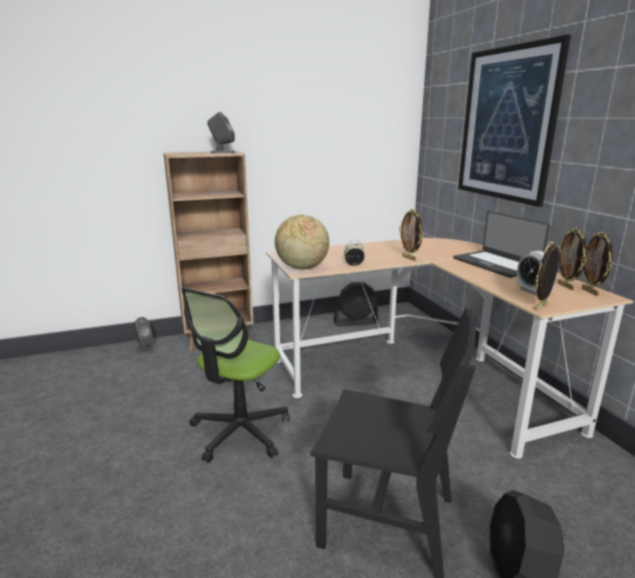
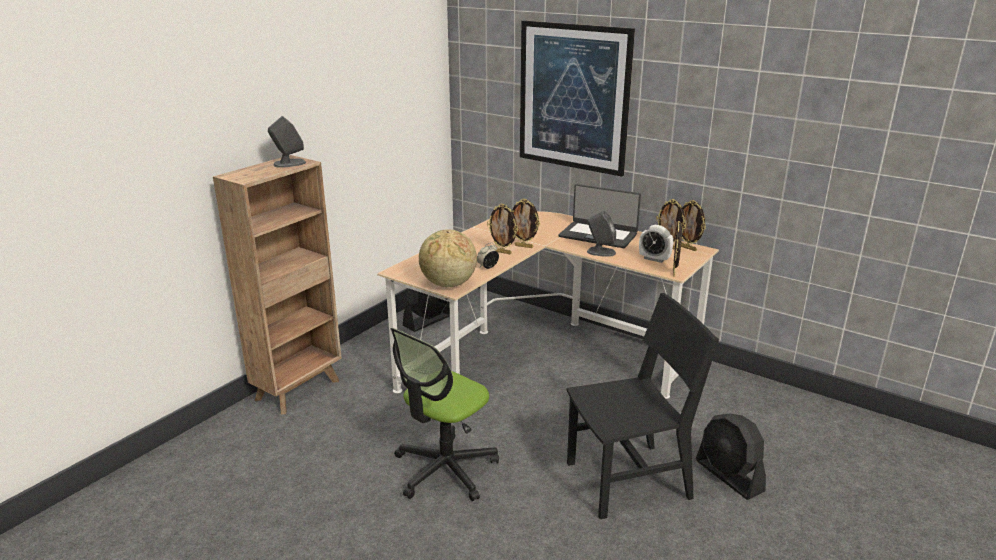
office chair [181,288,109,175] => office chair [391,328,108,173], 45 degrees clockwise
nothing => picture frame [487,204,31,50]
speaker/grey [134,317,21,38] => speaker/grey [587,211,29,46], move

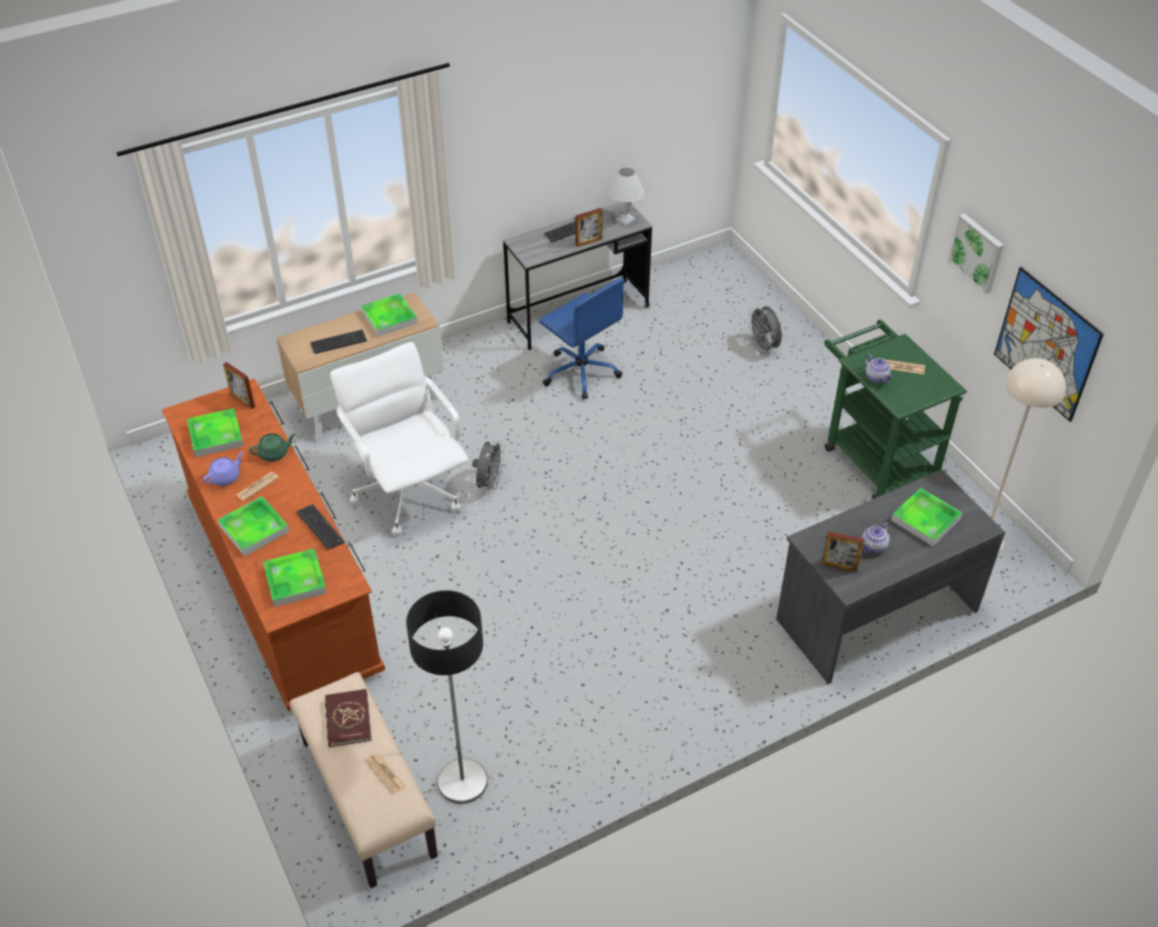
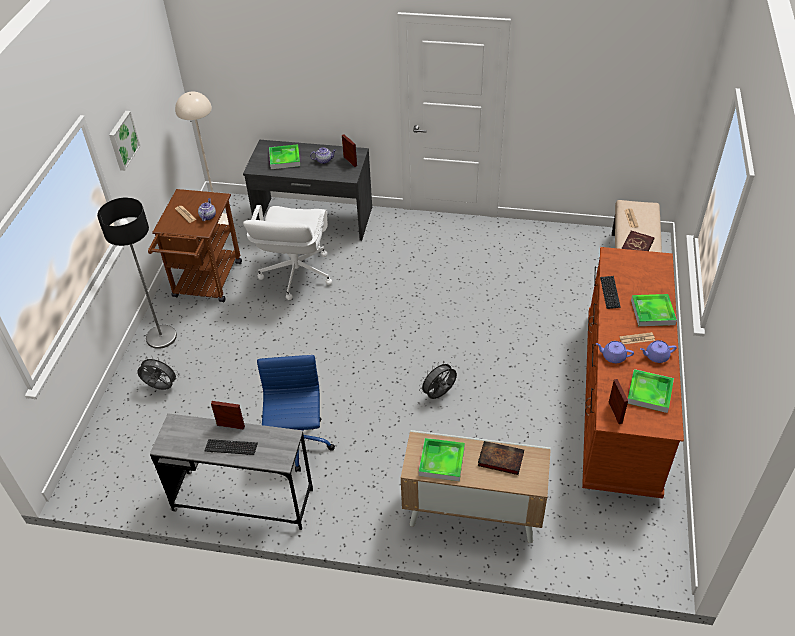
floor lamp [406,590,82,214] => floor lamp [97,198,80,151], move
fan/grey [748,306,34,47] => fan/grey [137,356,42,34], 90 degrees counterclockwise
cart/green [824,319,143,180] => cart/brown [148,189,94,113]
office chair/white [330,342,138,193] => office chair/white [243,205,89,95], move
keyboard [310,329,57,25] => book [478,441,46,34]
teapot/green [249,433,47,29] => teapot/purple [596,341,38,22]
tray [263,548,64,59] => nothing
table lamp/white [609,168,35,58] => nothing
picture [994,267,110,155] => nothing

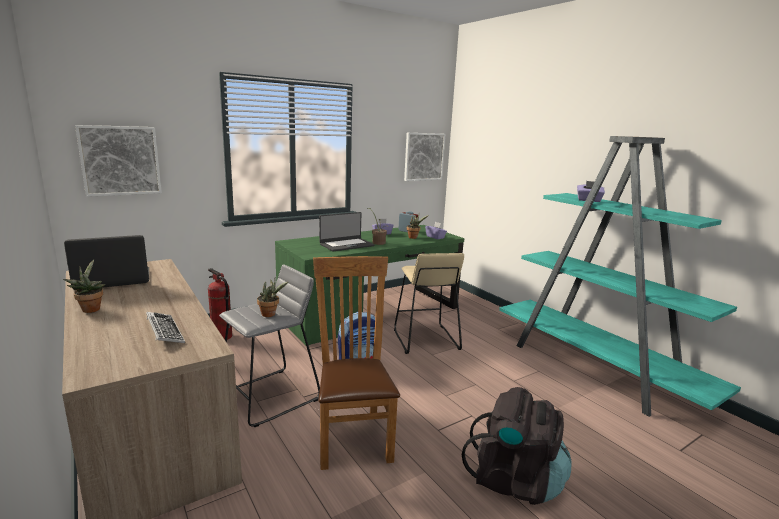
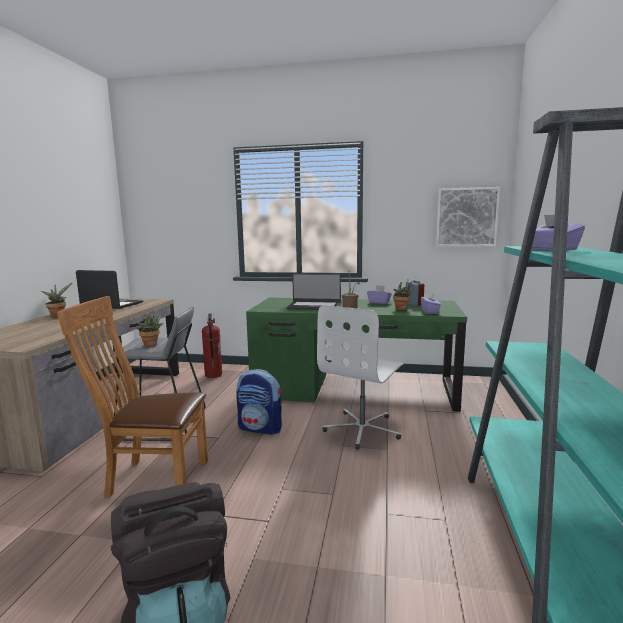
chair/brown [313,256,87,214] => chair/brown [57,296,151,202], 120 degrees counterclockwise
stool/beige [394,253,70,101] => office chair/white [317,305,87,144]
picture [75,125,87,72] => nothing
keyboard [146,312,39,31] => nothing

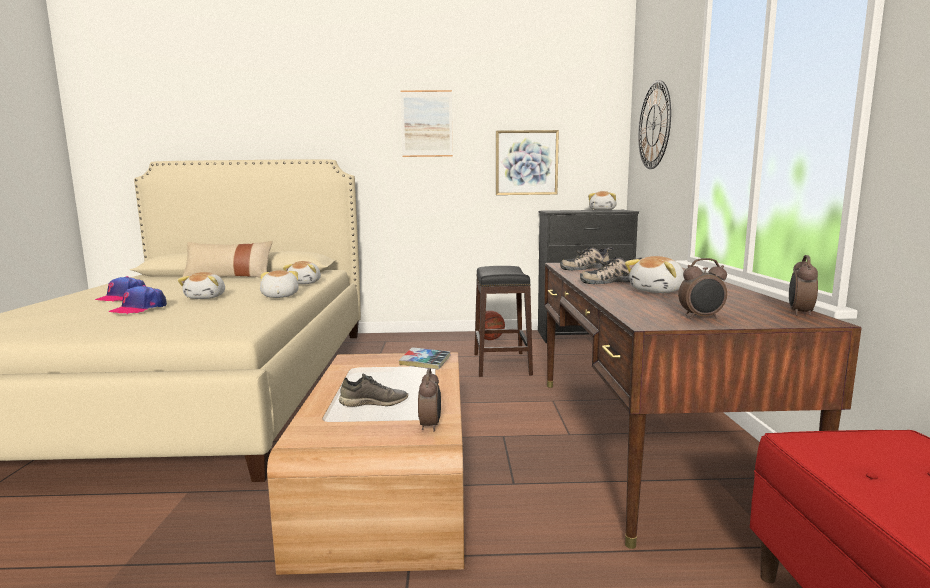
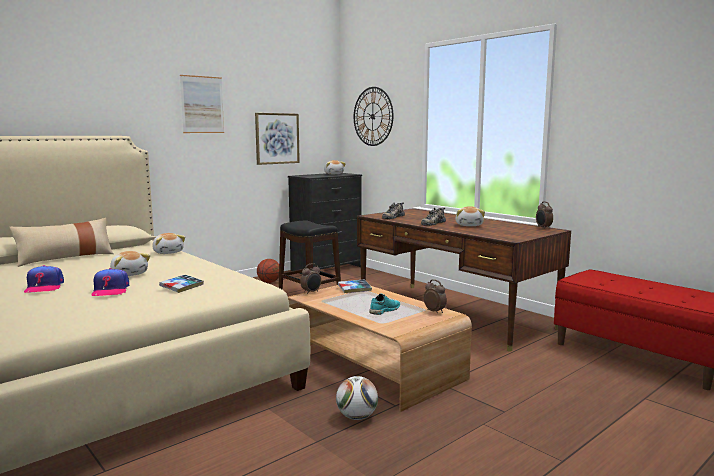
nothing => book [159,275,45,18]
alarm clock [678,258,49,61] => alarm clock [300,263,21,31], move
nothing => football [336,376,42,44]
shoe/grey [339,374,69,33] => shoe/turquoise [369,293,31,22]
plush toy [260,270,39,28] => nothing

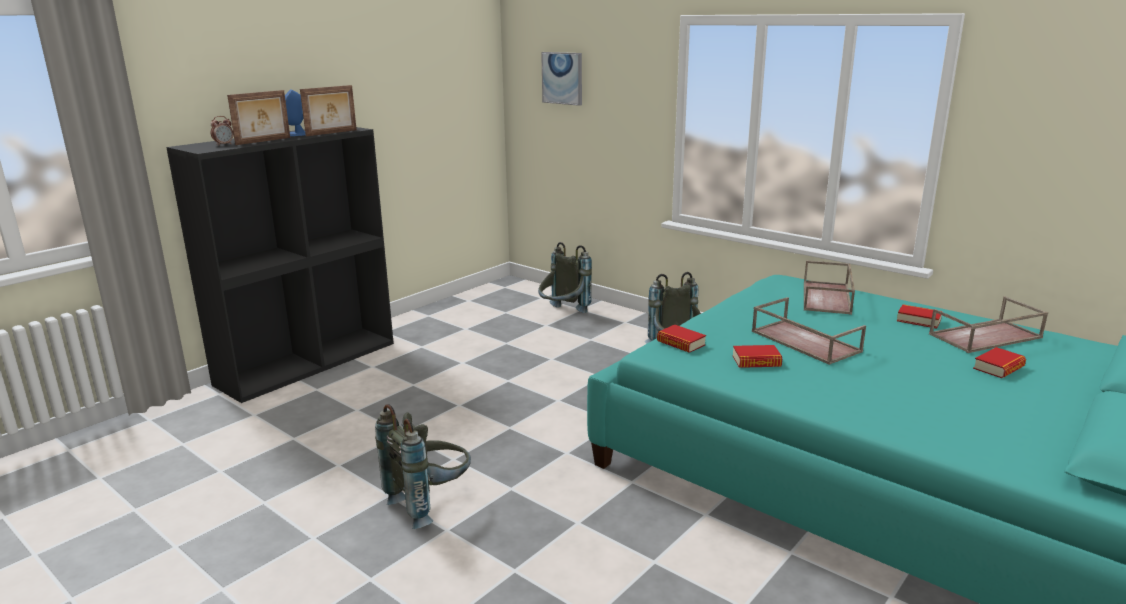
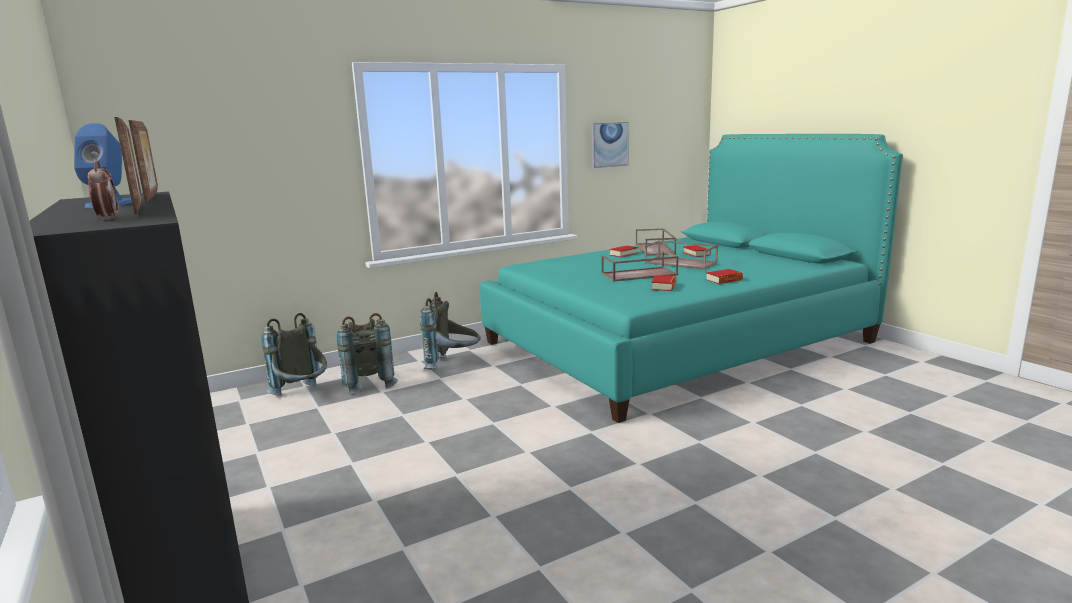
backpack/grey [375,404,96,125] => backpack/grey [337,313,61,82], move
picture [541,52,41,54] => picture [592,122,37,46], move
tray/brown [804,260,51,55] => tray/brown [644,240,74,30], move
book [657,325,49,28] => book [706,269,37,15], move

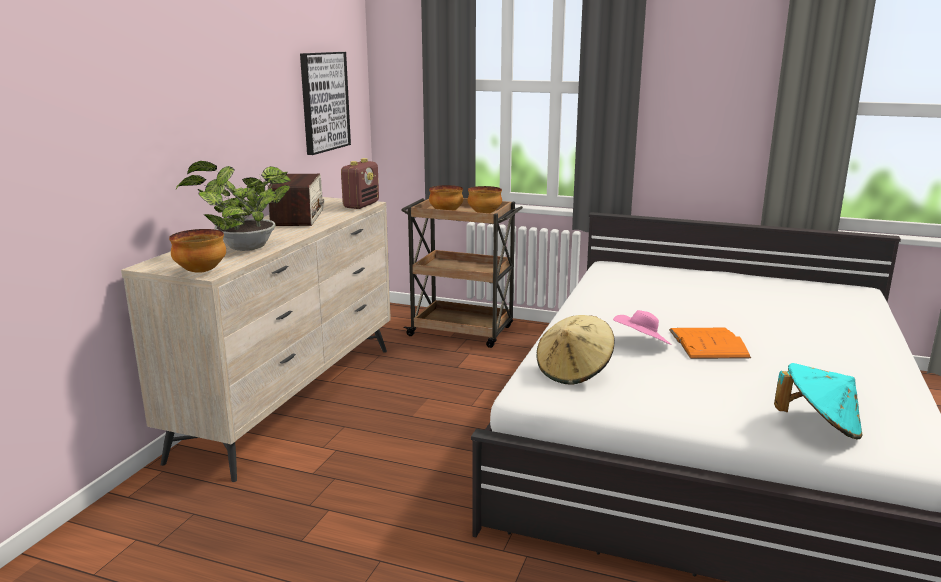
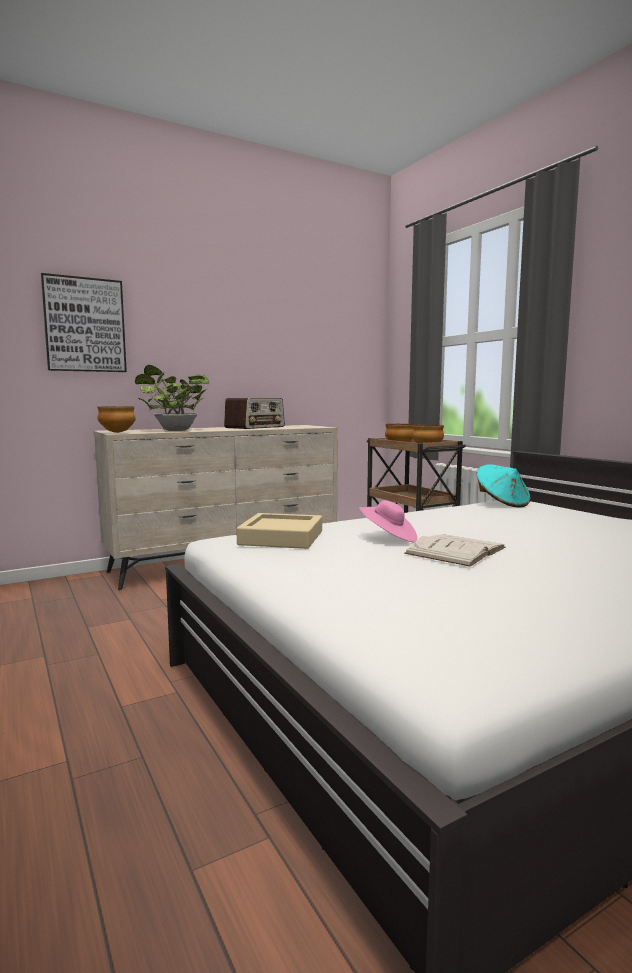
picture [300,52,51,103] => picture [41,273,86,99], move
hat/beige [536,315,79,69] => tray/beige [236,513,86,36]
book/orange [669,328,82,31] => book/white [404,534,101,32]
hat/turquoise [774,363,88,76] => hat/turquoise [477,464,53,44], move
radio [341,158,38,51] => nothing

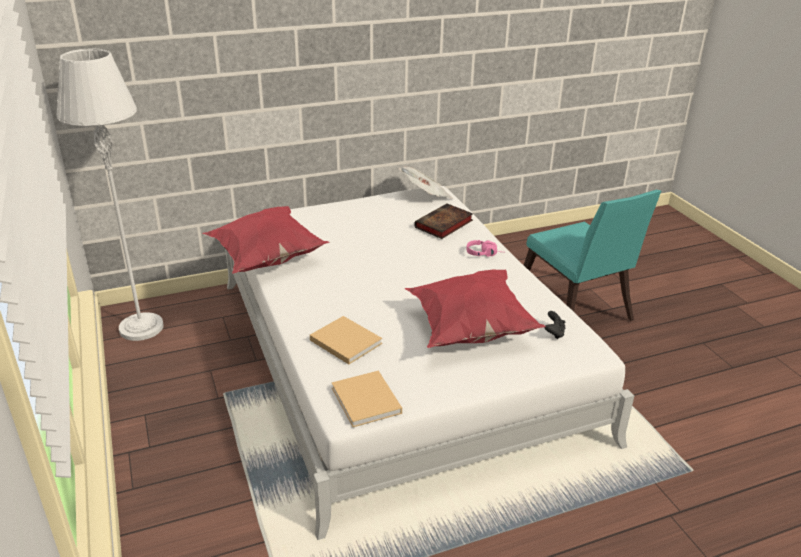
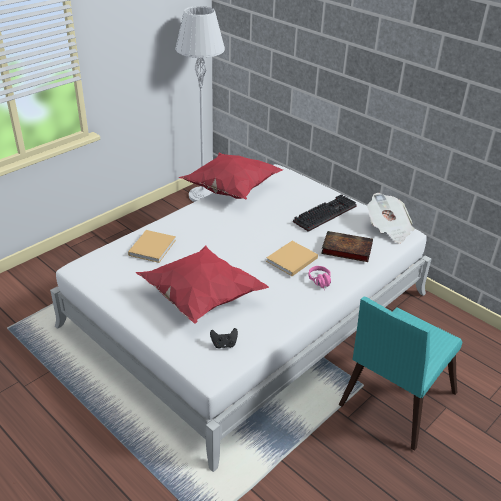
book/beige [332,371,70,56] => book/beige [266,241,52,35], move
nothing => keyboard [293,194,64,38]

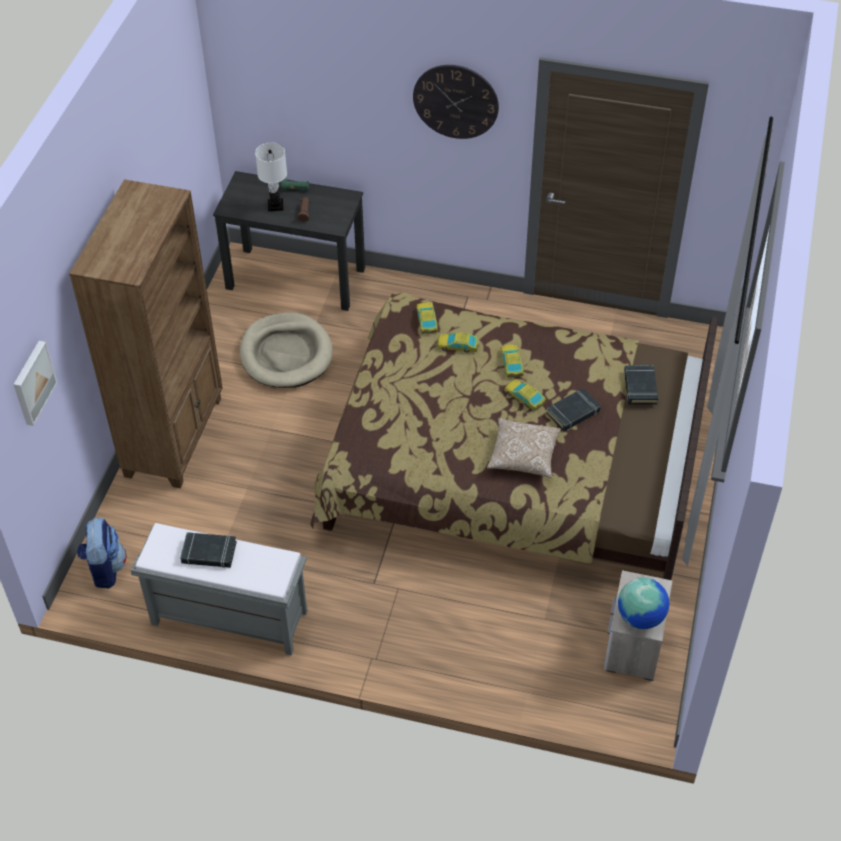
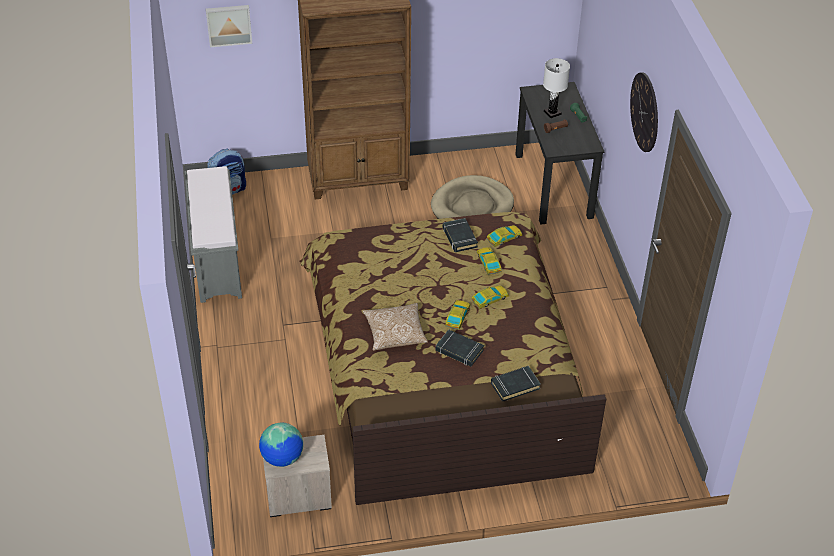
book/black [180,532,57,36] => book/black [443,218,35,34], move

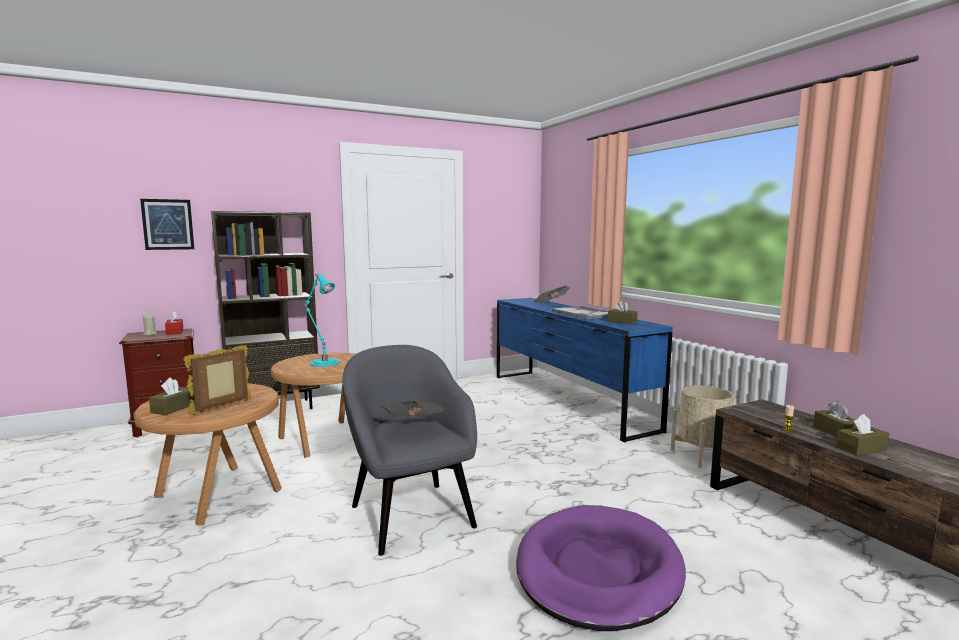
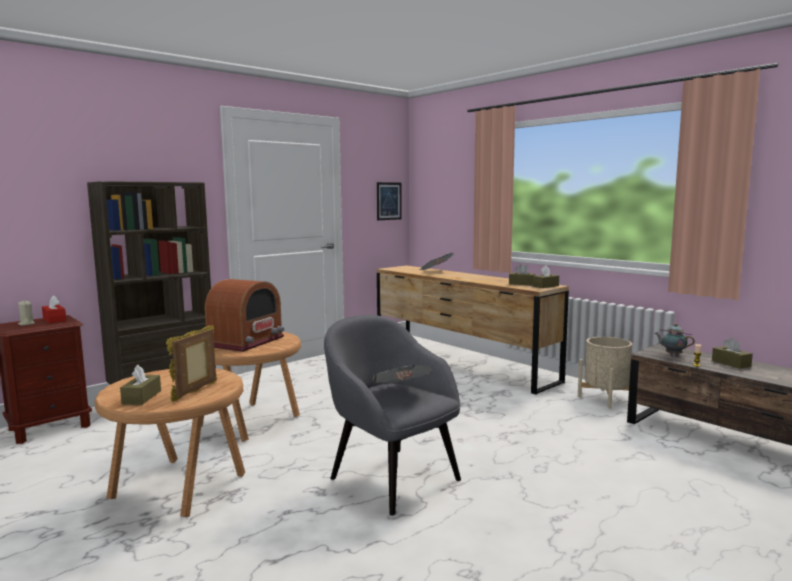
table lamp/turquoise [304,273,35,94] => radio [205,279,79,73]
picture [140,199,54,51] => picture [377,182,25,38], move
dresser/blue [497,298,176,145] => dresser/brown [377,265,192,130]
tissue box/brown [836,414,53,41] => tissue box/brown [532,265,27,23], move
nothing => teapot [655,324,40,32]
dog bed/purple [516,505,170,126] => nothing
tray [551,306,57,13] => nothing

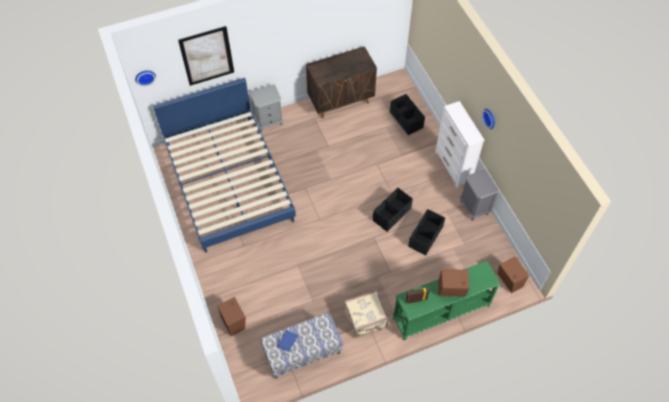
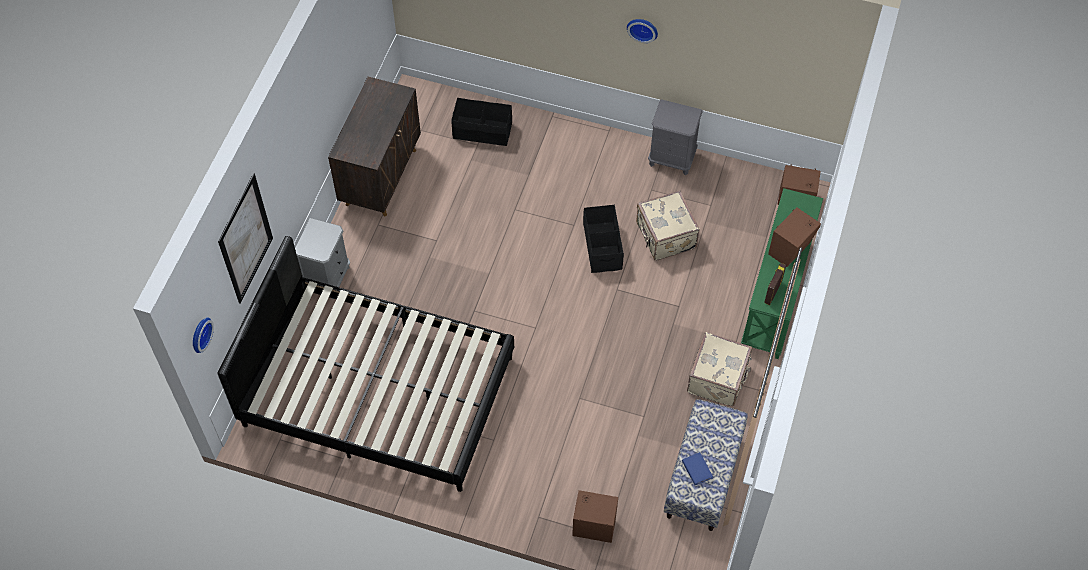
bed/blue [153,78,143,175] => bed/black [218,236,296,256]
storage box/black [408,209,37,46] => suitcase/beige [636,191,64,70]
dresser/white [435,101,49,87] => nothing

